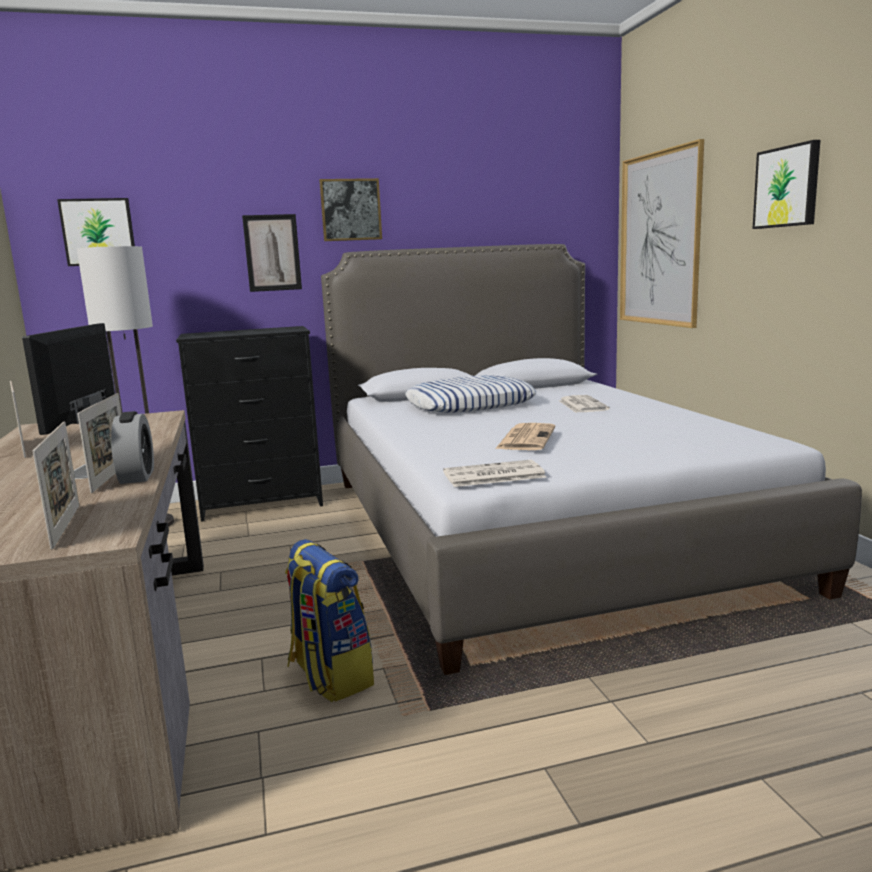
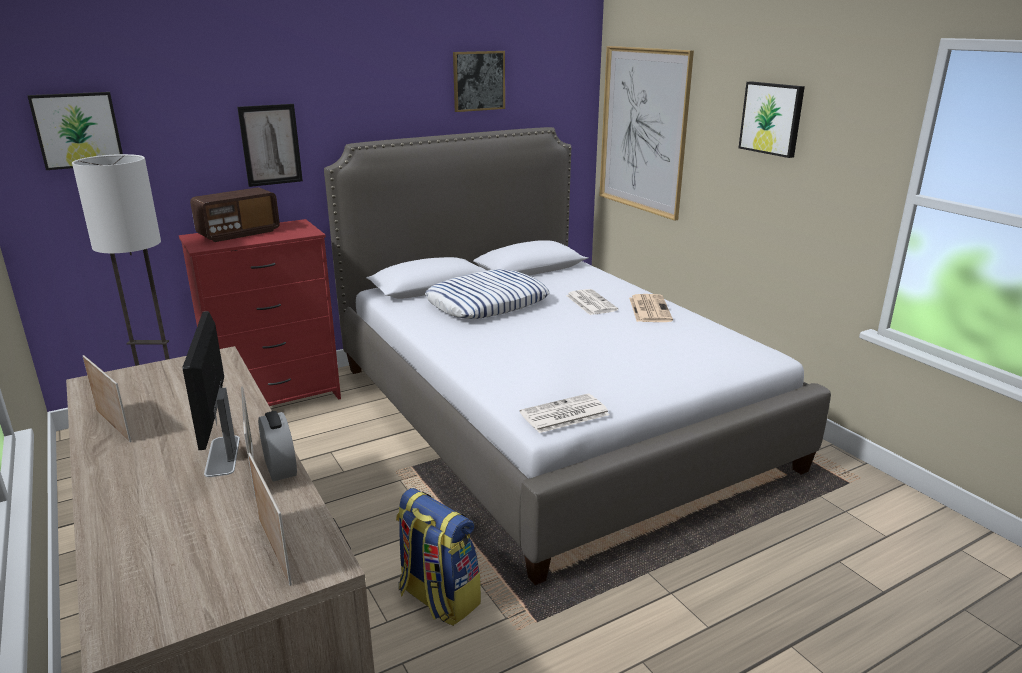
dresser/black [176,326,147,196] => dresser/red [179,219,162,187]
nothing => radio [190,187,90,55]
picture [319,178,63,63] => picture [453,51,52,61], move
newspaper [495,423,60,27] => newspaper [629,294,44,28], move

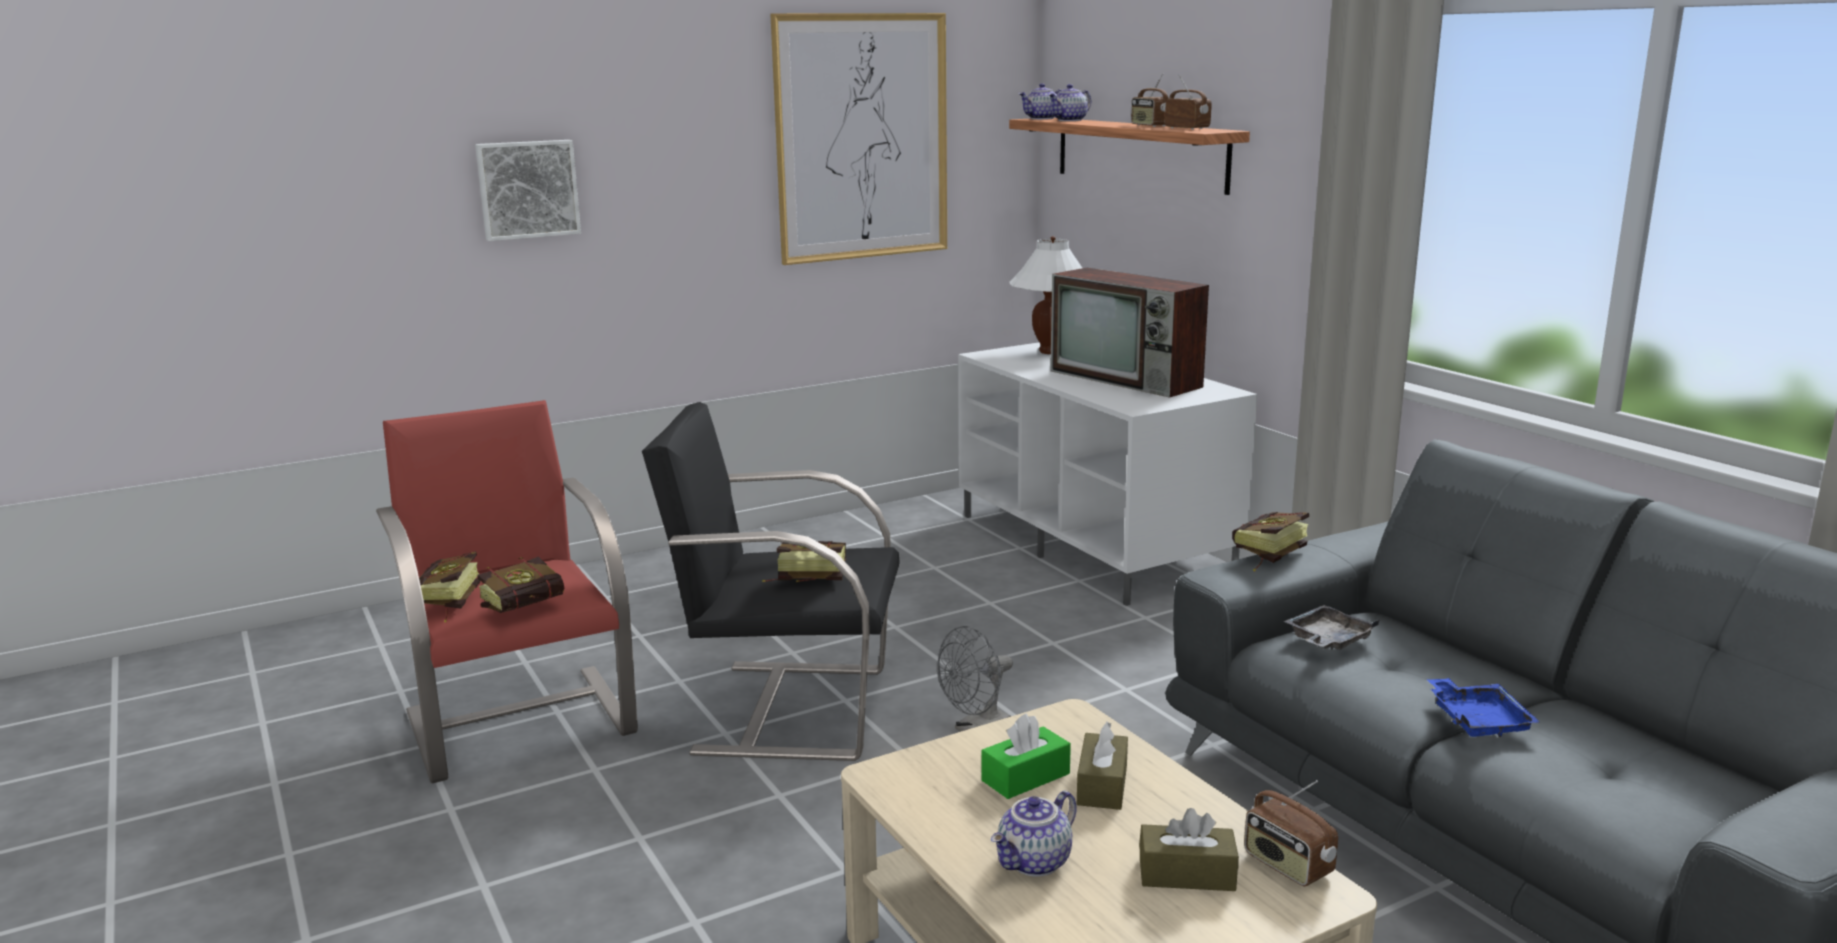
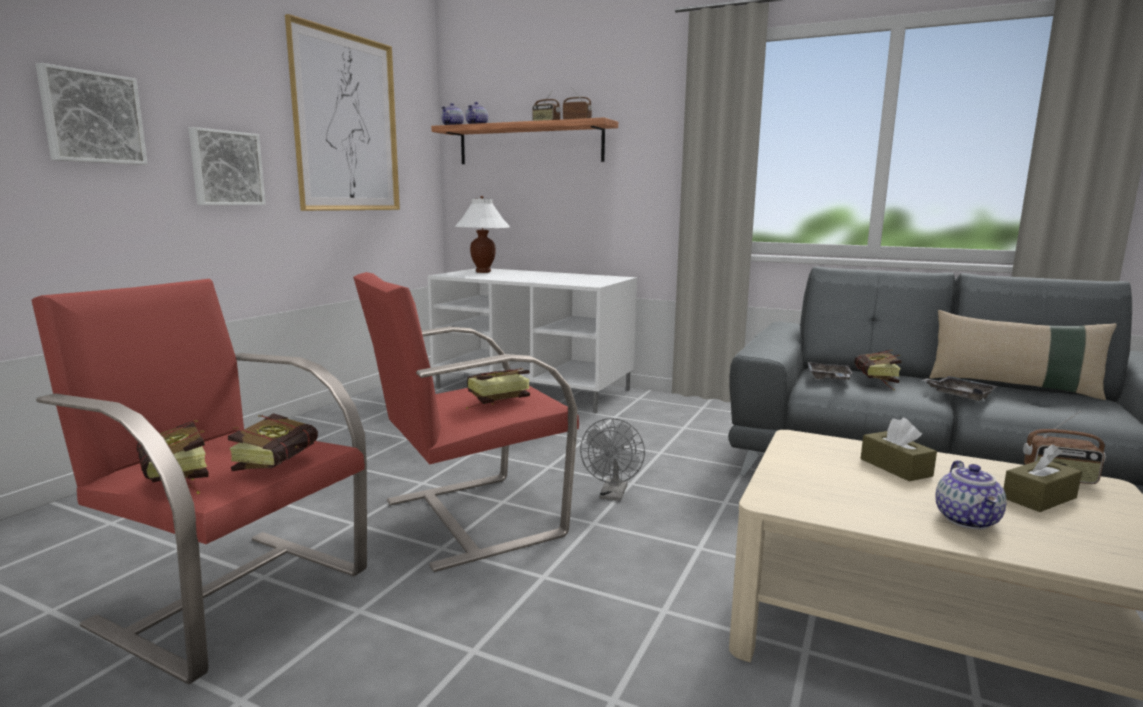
nothing => picture [188,127,78,78]
armchair/black [642,402,258,359] => armchair/red [353,272,226,300]
book [1232,512,77,59] => book [854,350,48,40], move
tray/blue [1427,678,113,59] => tray/grey [921,376,77,25]
nothing => pillow/beige [929,310,188,90]
tissue box/green [981,713,90,86] => nothing
television [1050,268,159,130] => nothing

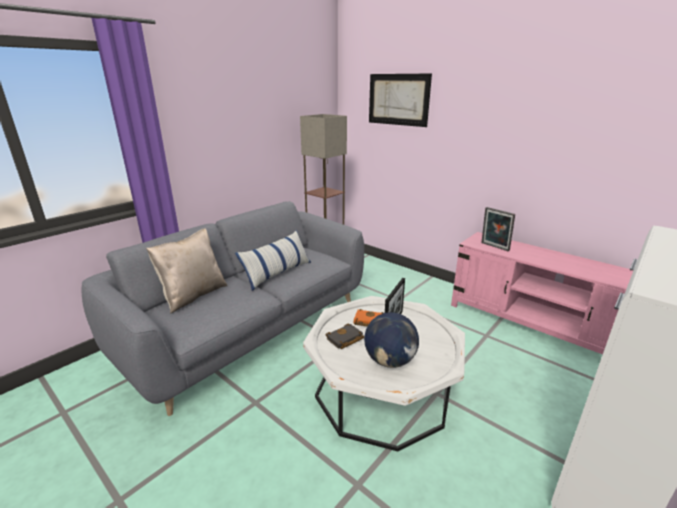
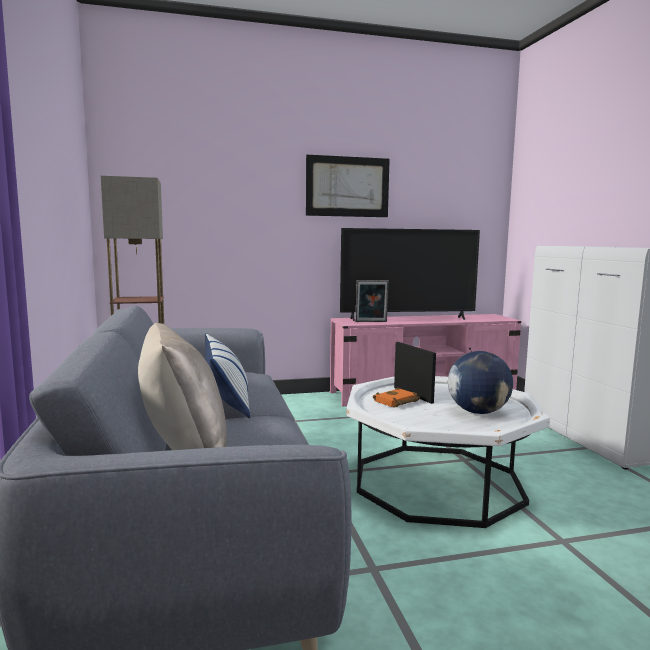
picture [369,73,63,54] => picture [306,155,84,62], move
nothing => television [340,228,140,93]
book/black [326,324,38,25] => nothing

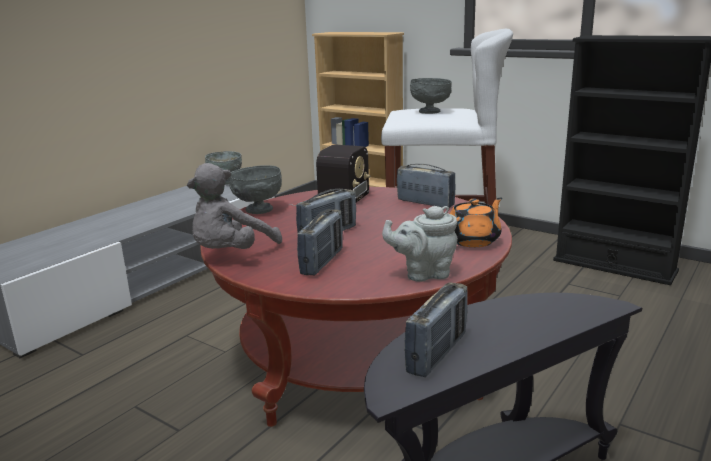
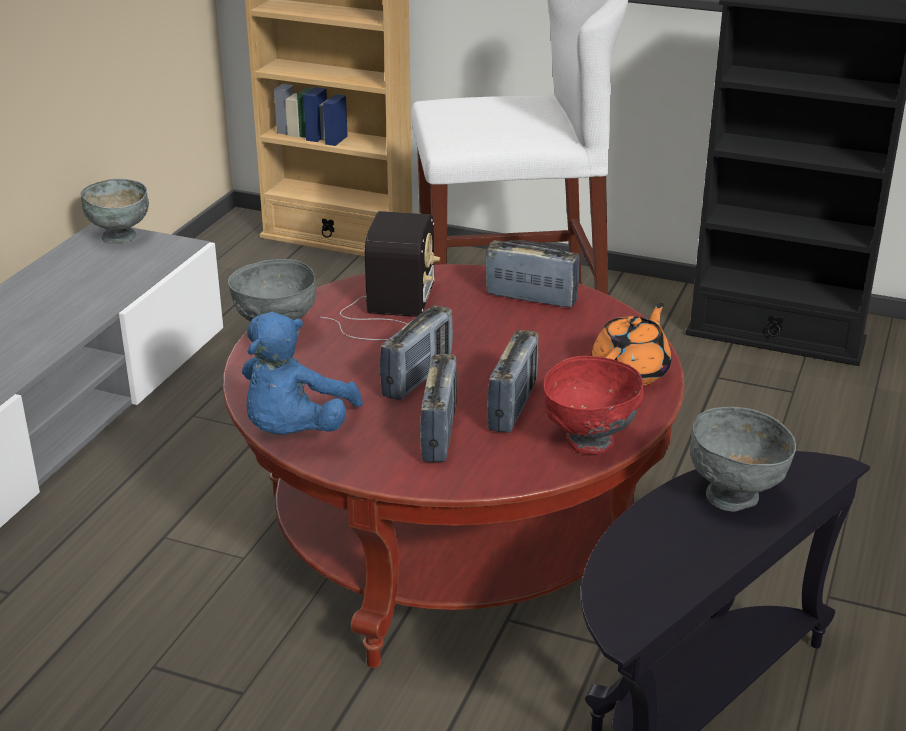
plush toy/grey [187,163,95,86] => plush toy/blue [242,312,121,122]
radio [404,282,64,95] => radio [487,330,52,103], move
teapot/grey [382,206,76,76] => bowl/red [544,356,100,98]
bowl/grey [410,78,42,36] => bowl/grey [690,407,106,105], move

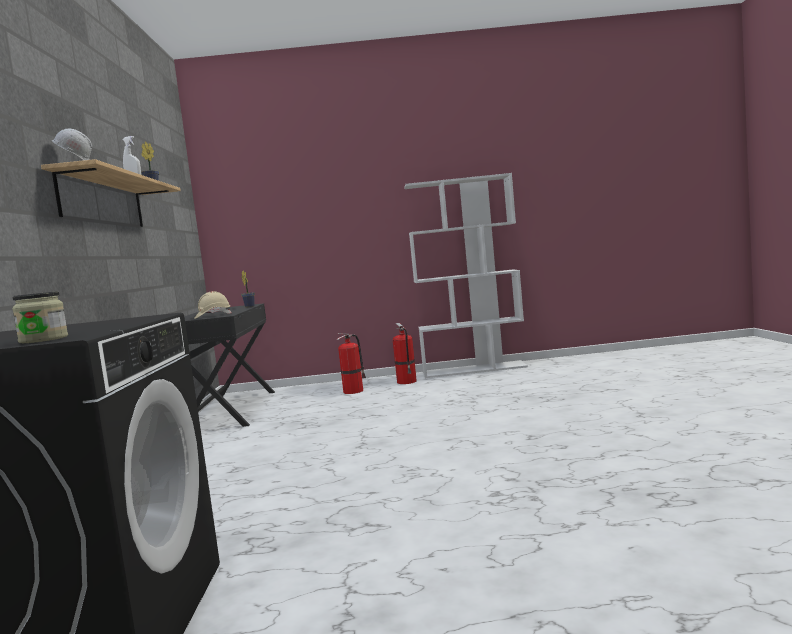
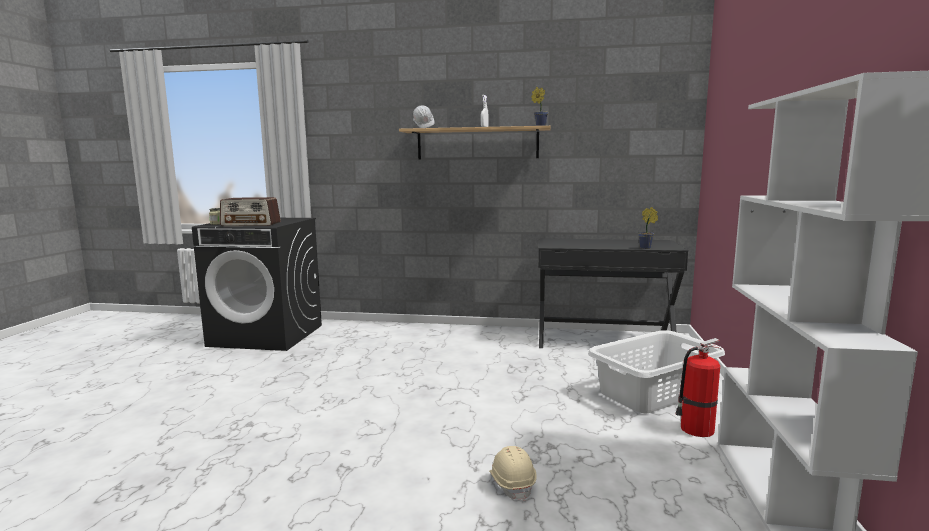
nothing => radio [220,197,61,29]
hard hat/beige [194,291,38,28] => hard hat/beige [489,446,48,55], move
fire extinguisher [336,333,30,61] => laundry basket/white [588,330,137,83]

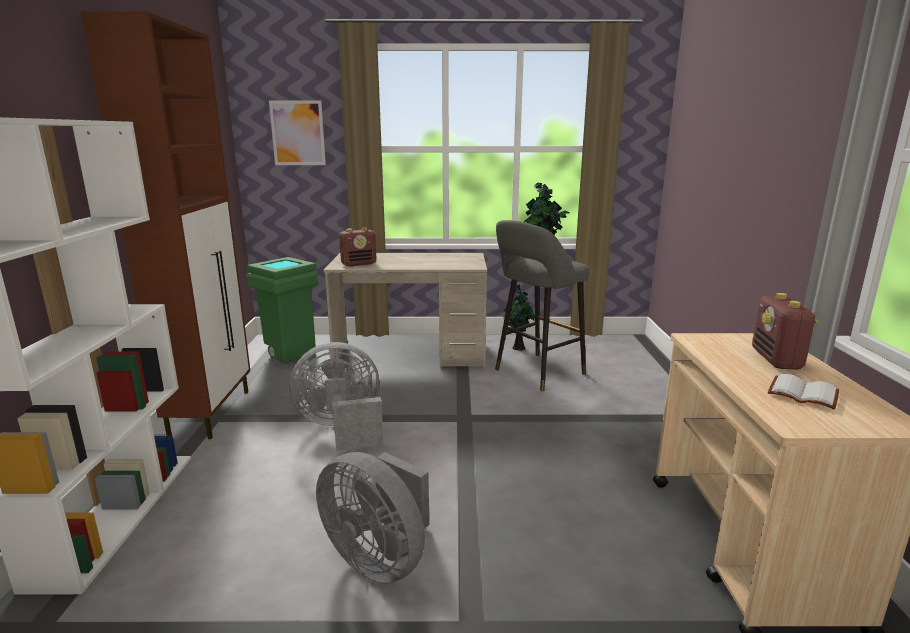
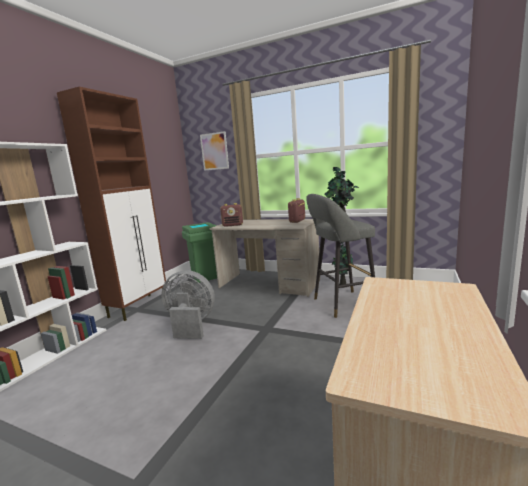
radio [752,293,67,76] => radio [288,198,17,25], move
fan/grey [316,452,113,132] => nothing
book/white [768,374,71,35] => nothing

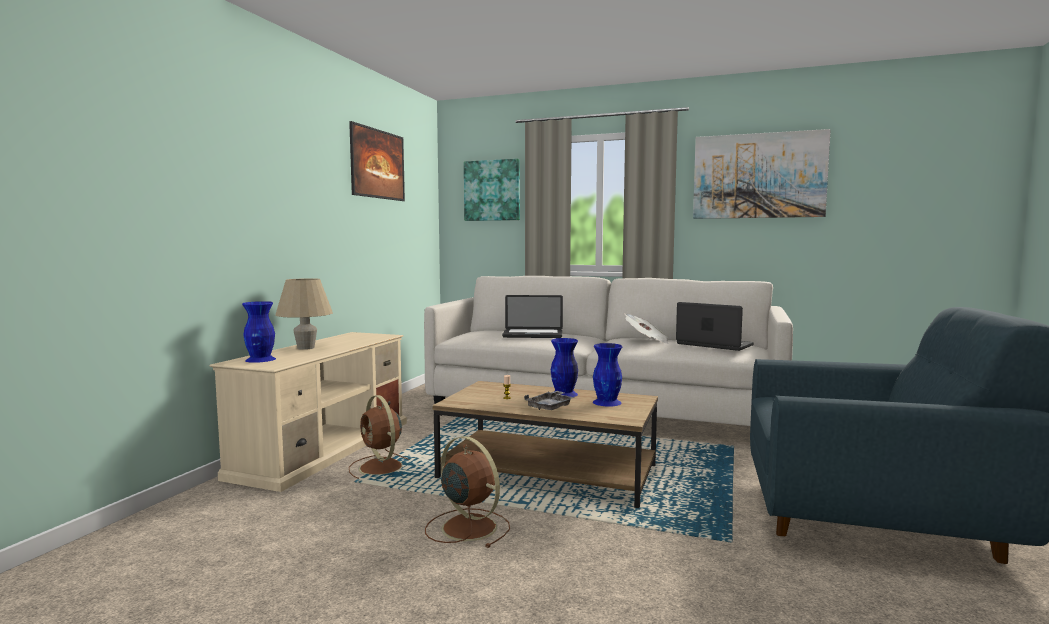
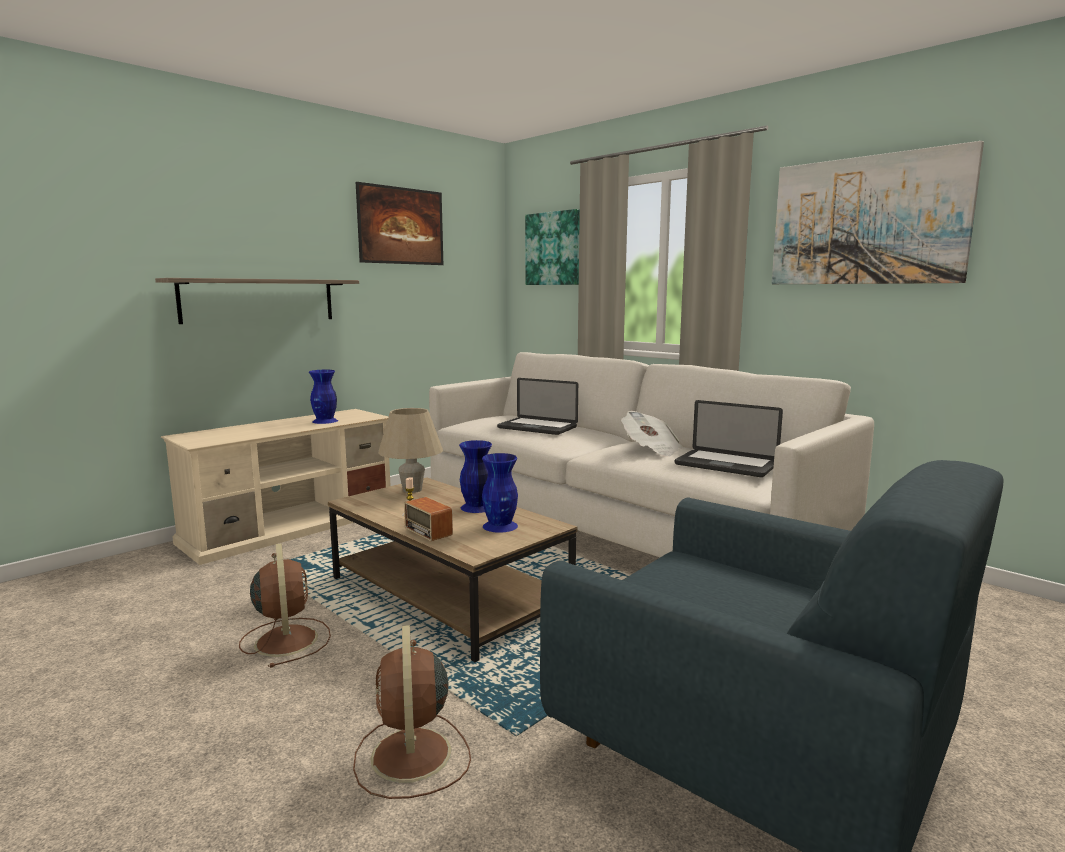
nothing => shelf [155,278,204,46]
vase/blue [242,301,34,62] => vase/blue [309,370,29,54], move
fan/brown [349,395,60,84] => fan/brown [353,625,118,174], move
table lamp/beige [275,278,58,72] => table lamp/beige [378,408,65,85], move
tray/grey [524,391,51,19] => radio [402,497,51,44]
laptop [676,302,77,49] => laptop [675,400,108,77], 150 degrees clockwise

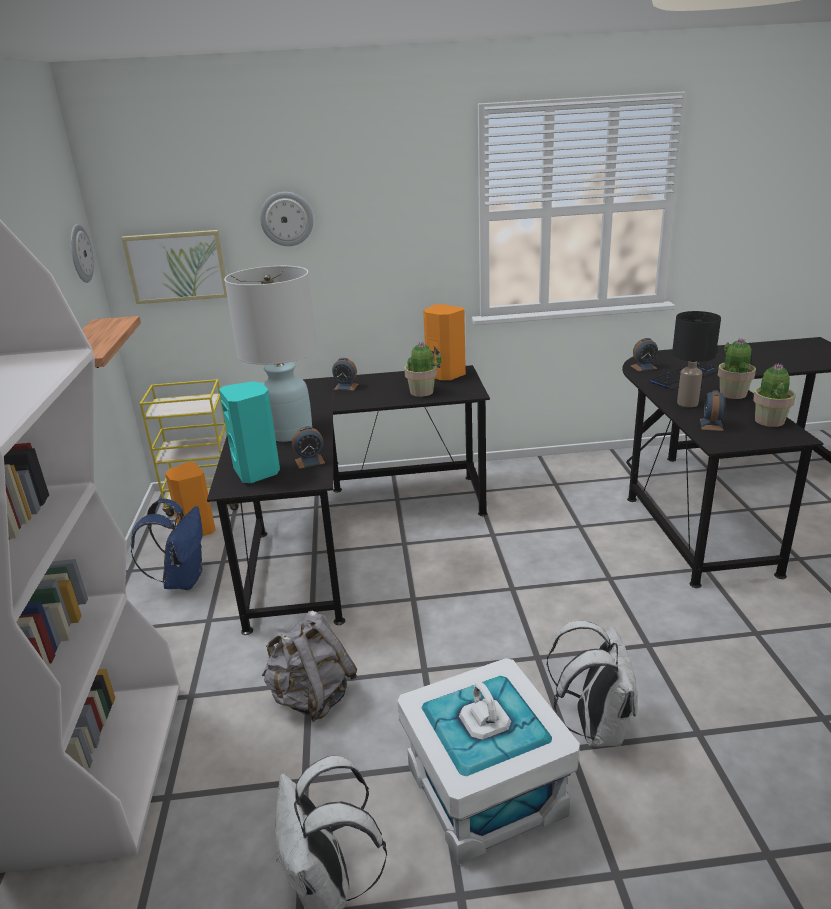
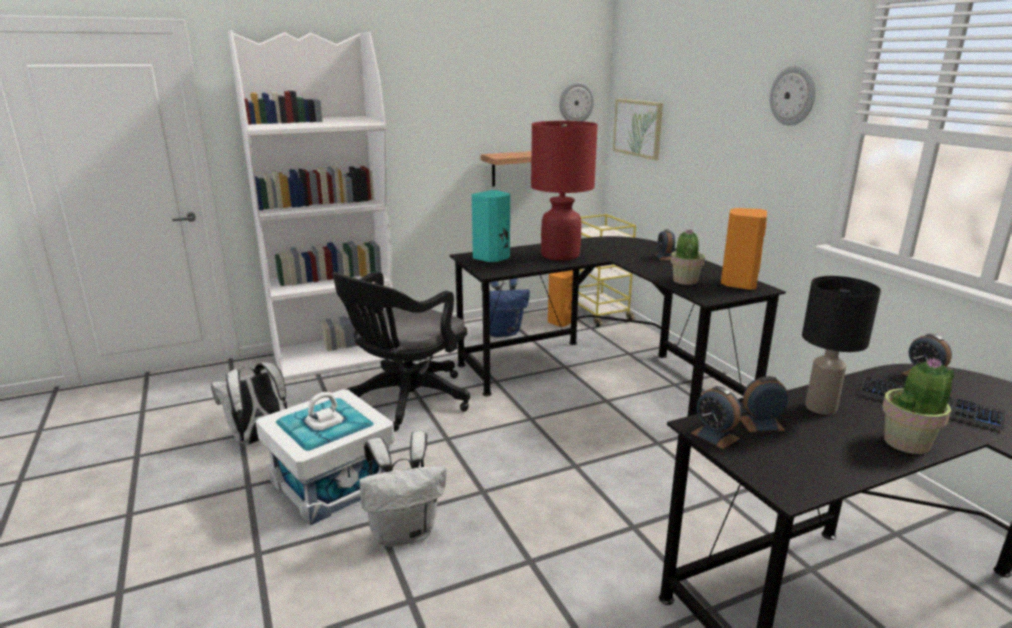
backpack/grey [261,611,97,111] => office chair/black [332,271,138,160]
table lamp/white [224,266,93,176] => table lamp/red [531,121,67,140]
alarm clock [292,426,33,43] => alarm clock [691,386,50,63], move
wall clock [260,192,53,54] => wall clock [770,66,45,60], move
potted plant [753,363,43,64] => nothing

